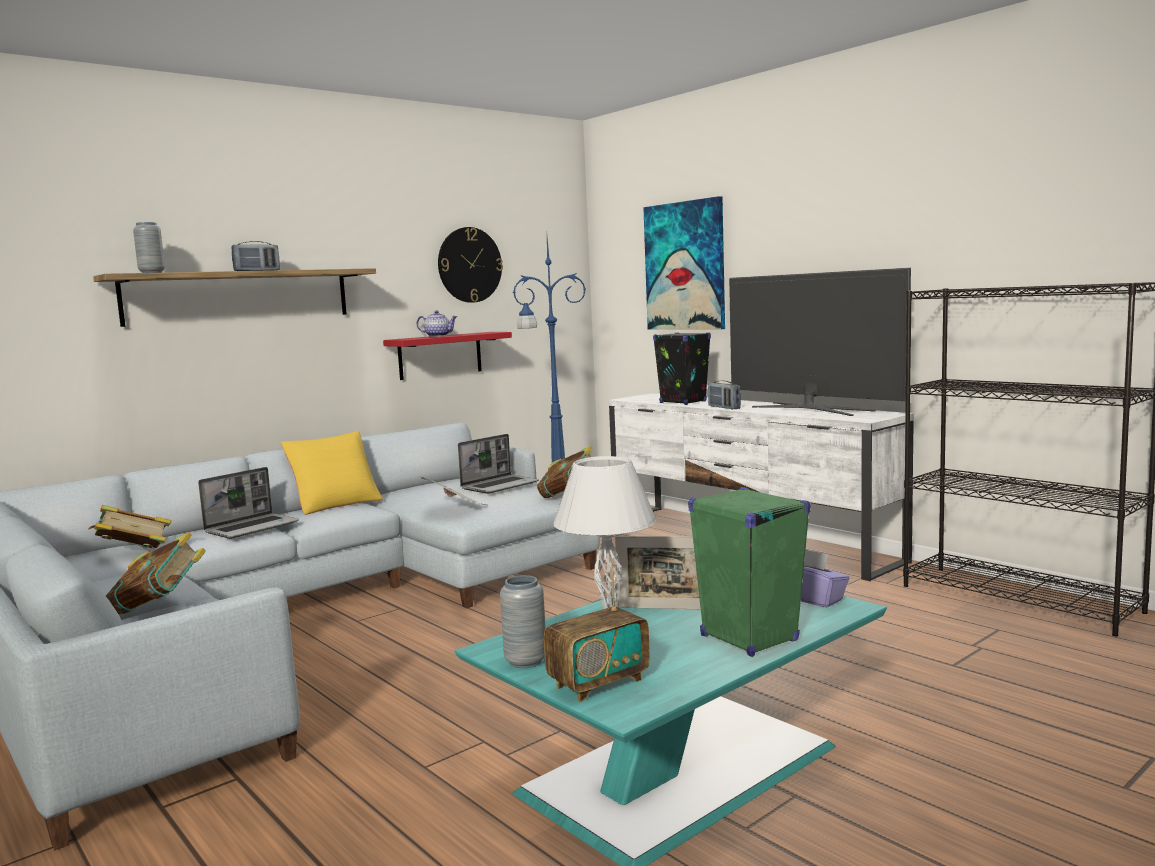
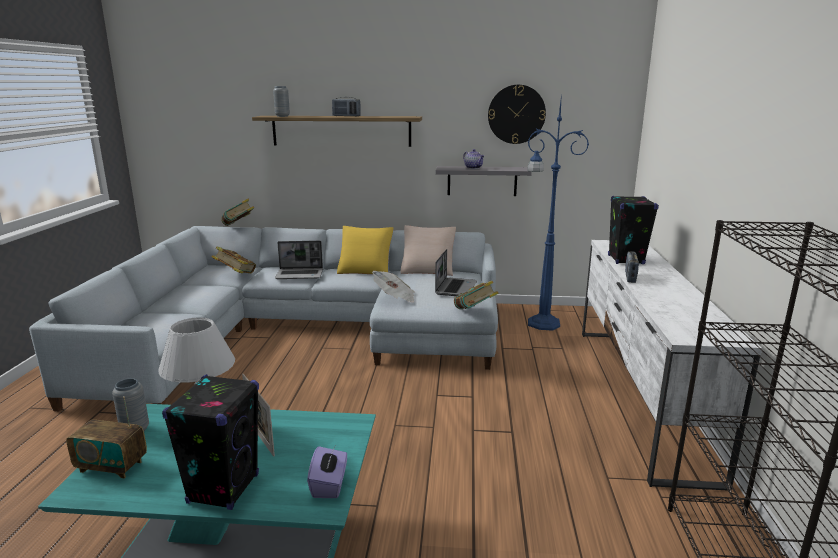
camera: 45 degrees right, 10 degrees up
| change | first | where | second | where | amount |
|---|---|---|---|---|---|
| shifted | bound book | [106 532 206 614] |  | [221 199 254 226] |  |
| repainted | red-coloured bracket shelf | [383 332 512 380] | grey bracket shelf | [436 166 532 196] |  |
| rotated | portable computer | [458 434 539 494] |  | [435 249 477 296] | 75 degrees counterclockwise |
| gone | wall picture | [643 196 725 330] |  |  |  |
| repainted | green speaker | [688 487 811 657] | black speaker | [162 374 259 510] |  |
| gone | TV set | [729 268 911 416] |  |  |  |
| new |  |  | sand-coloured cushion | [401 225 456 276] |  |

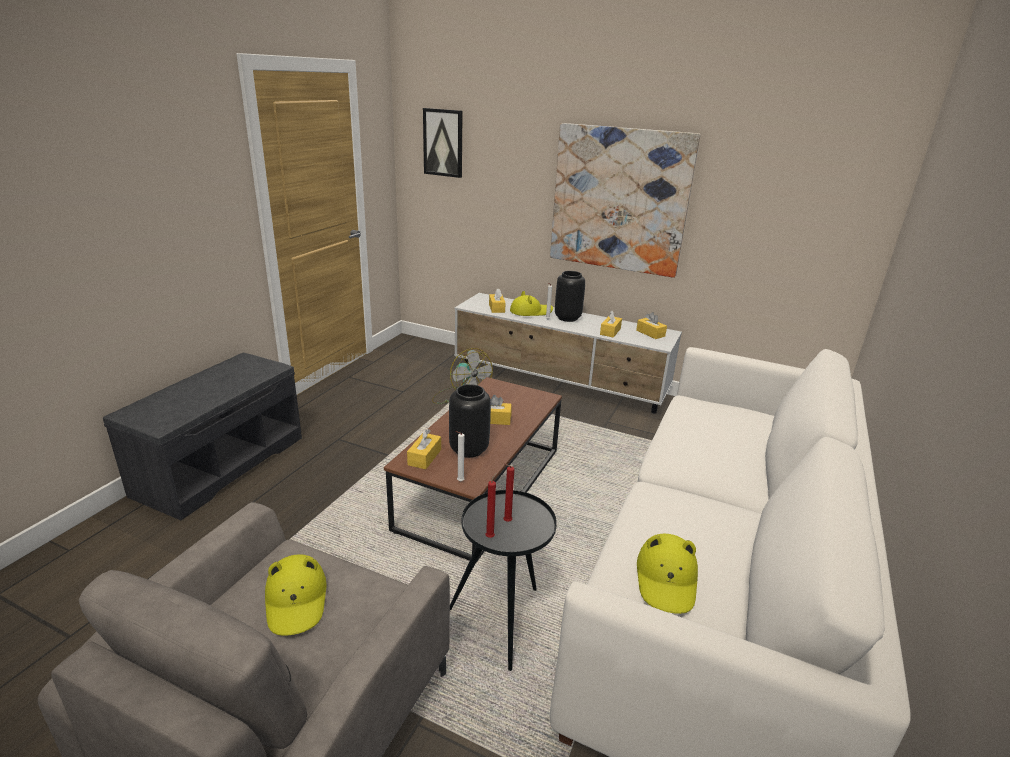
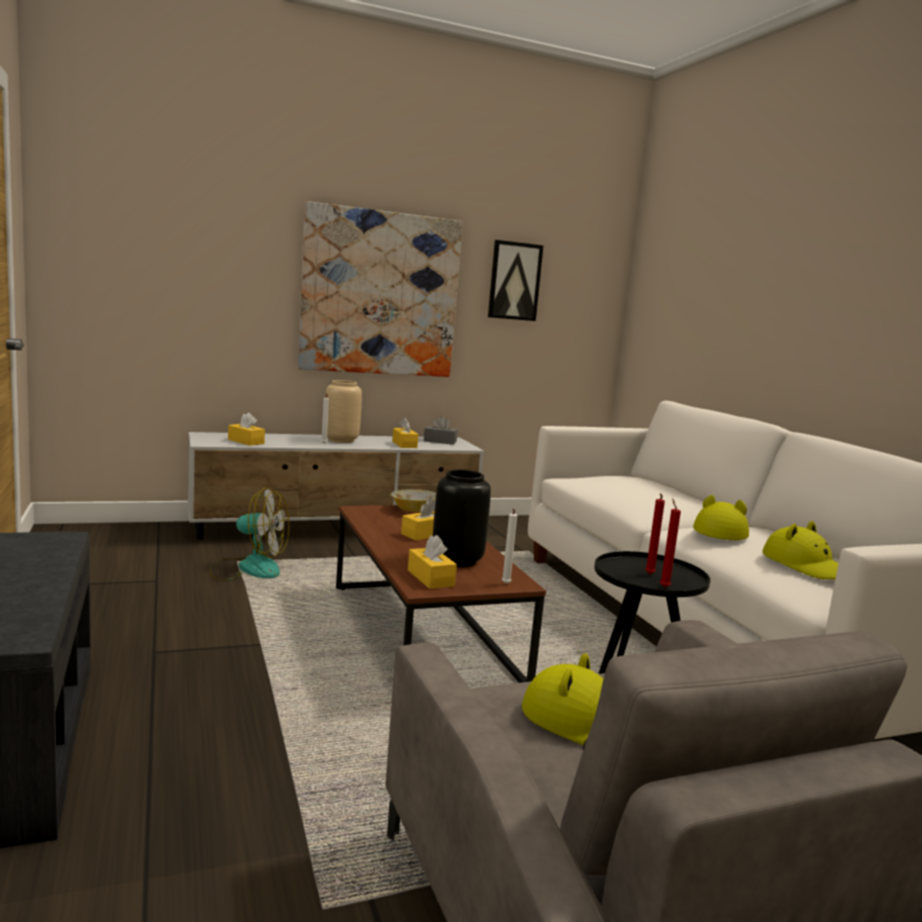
camera: 45 degrees left, 15 degrees down
| change | first | where | second | where | amount |
|---|---|---|---|---|---|
| shifted | wall picture | [423 108 463 178] |  | [488 240 544 321] |  |
| shifted | yellowish wearable hat | [510 291 553 316] |  | [693 495 749 540] |  |
| repainted | black decorative vase | [555 271 585 322] | sand-coloured decorative vase | [326 380 362 443] |  |
| repainted | yellowish box of tissues | [636 312 667 339] | grey box of tissues | [424 416 458 445] |  |
| new |  |  | bowl | [391 489 436 512] |  |

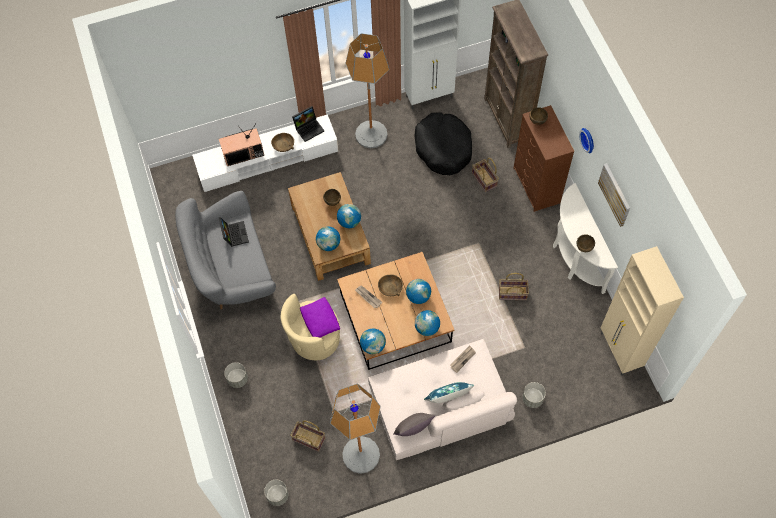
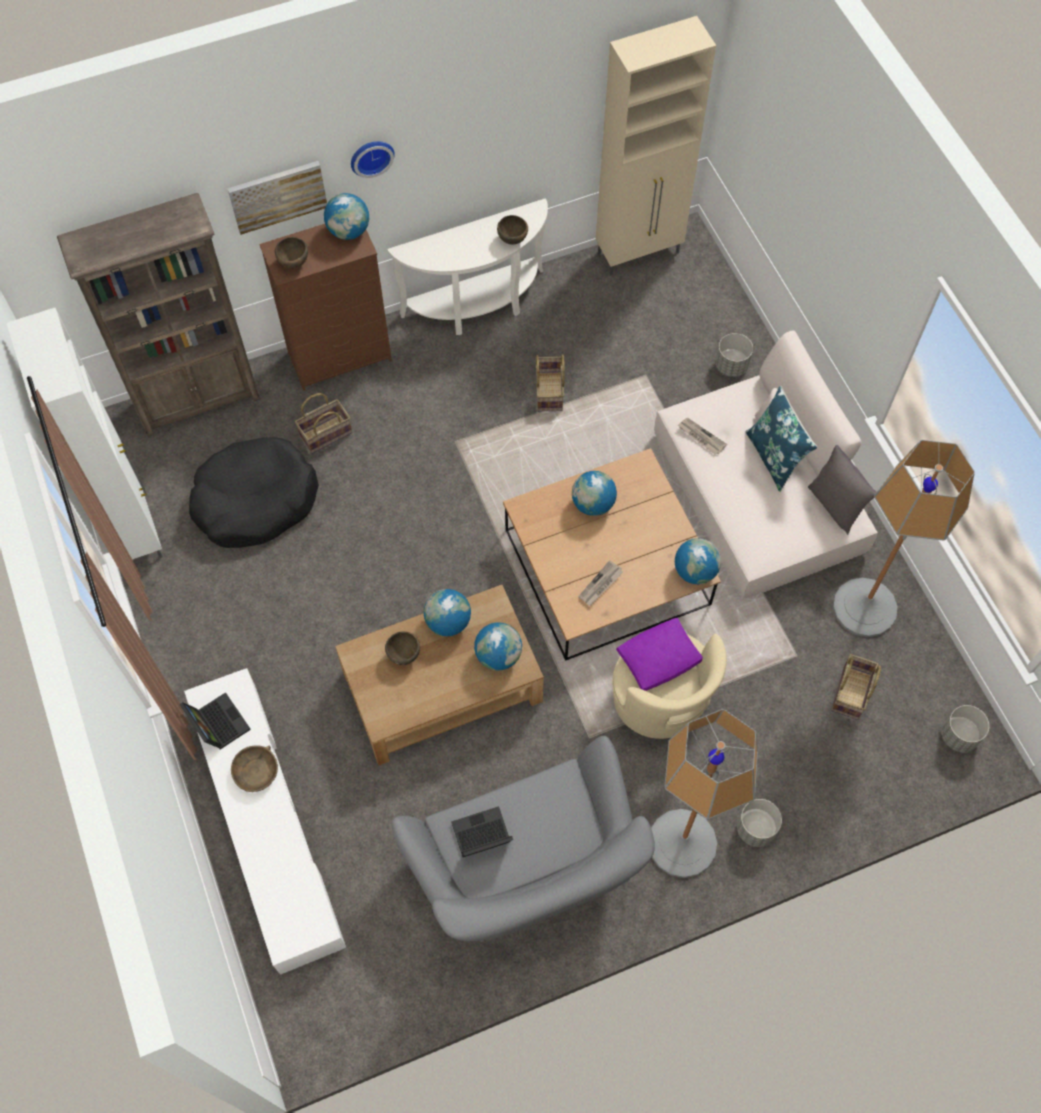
camera: 95 degrees left, 0 degrees up
| change | first | where | second | where | amount |
|---|---|---|---|---|---|
| gone | TV set | [219 122 264 166] |  |  |  |
| shifted | standard lamp | [345 33 390 148] |  | [651 709 758 878] |  |
| gone | brown bowl | [378 275 403 296] |  |  |  |
| shifted | globe | [415 310 440 336] |  | [324 193 369 240] |  |
| shifted | wall picture | [598 163 630 227] |  | [227 161 327 235] |  |

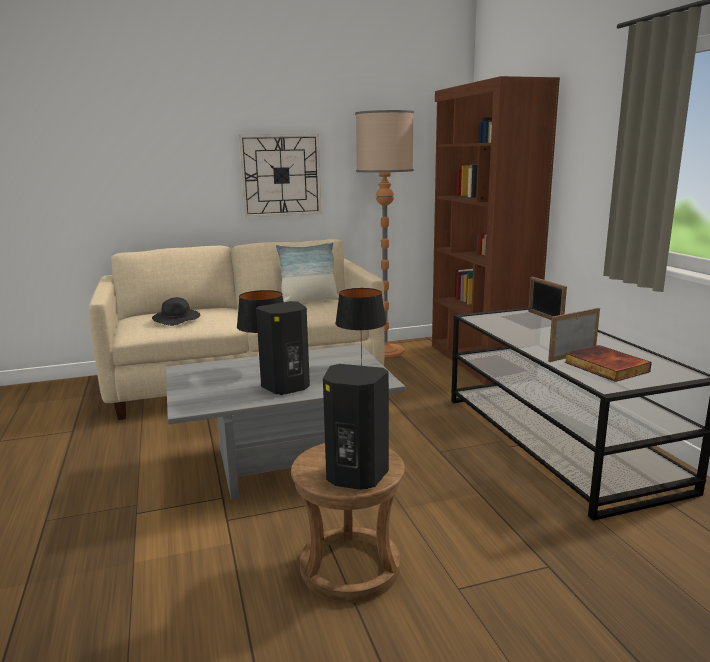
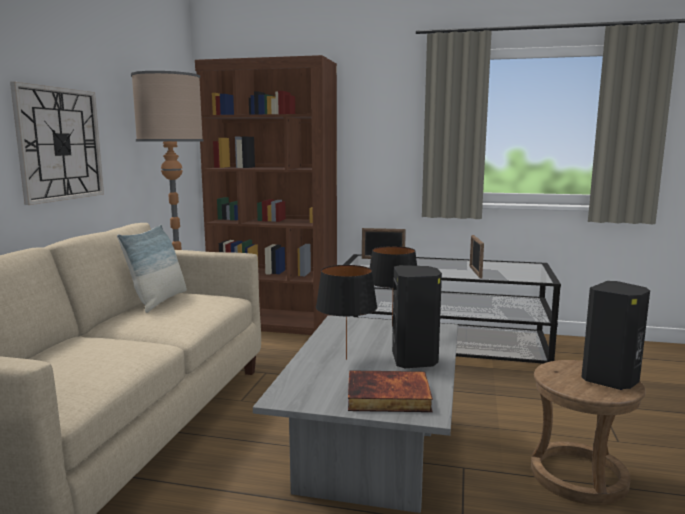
camera: 60 degrees left, 5 degrees down
| change | first | where | second | where | amount |
|---|---|---|---|---|---|
| gone | black wearable hat | [152 297 200 326] |  |  |  |
| shifted | bound book | [564 345 652 382] |  | [348 370 433 412] |  |

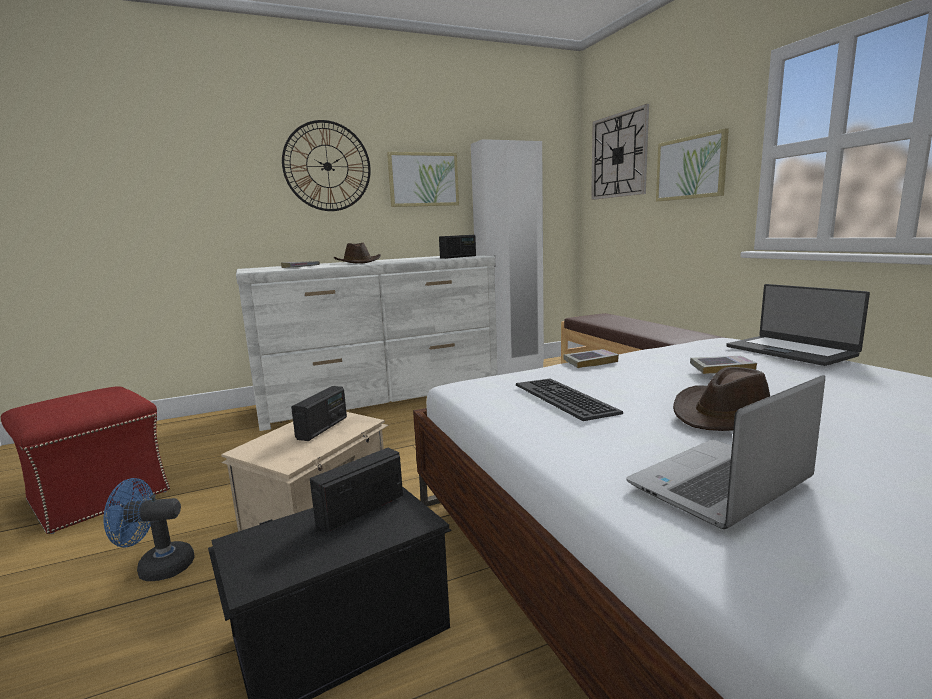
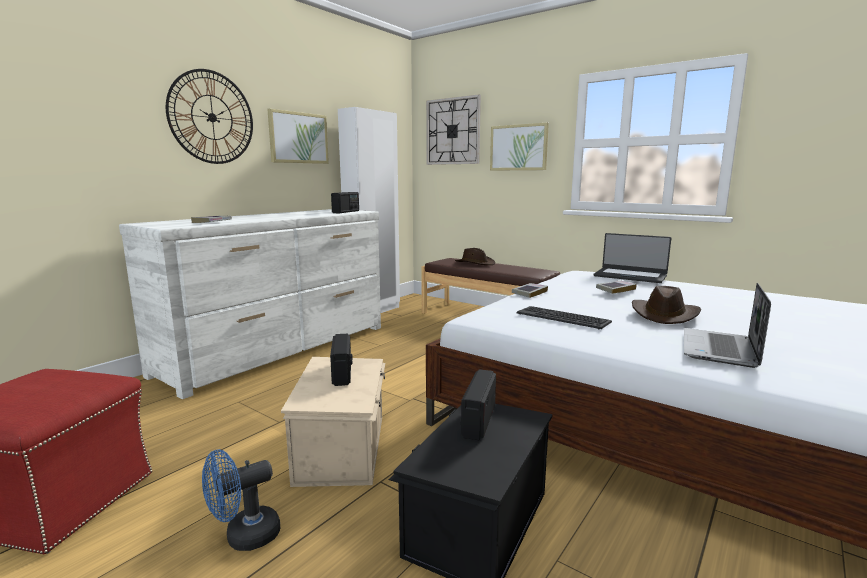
camera: 30 degrees left, 0 degrees up
| change | first | where | second | where | amount |
|---|---|---|---|---|---|
| shifted | brown wearable hat | [334 243 381 264] |  | [455 248 496 265] |  |

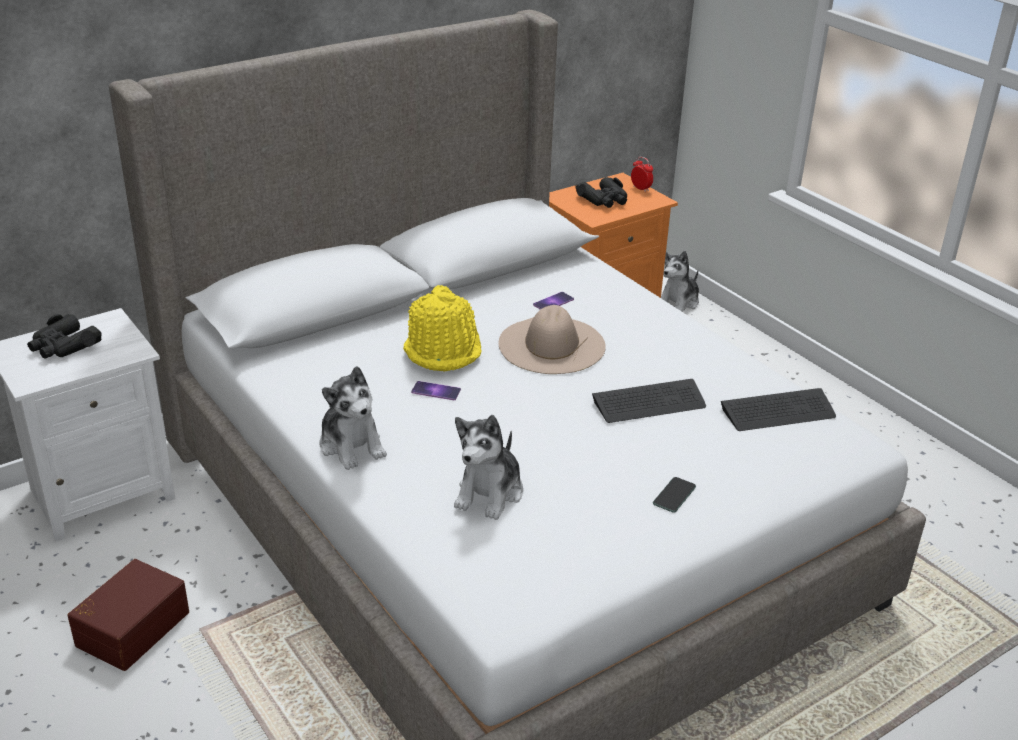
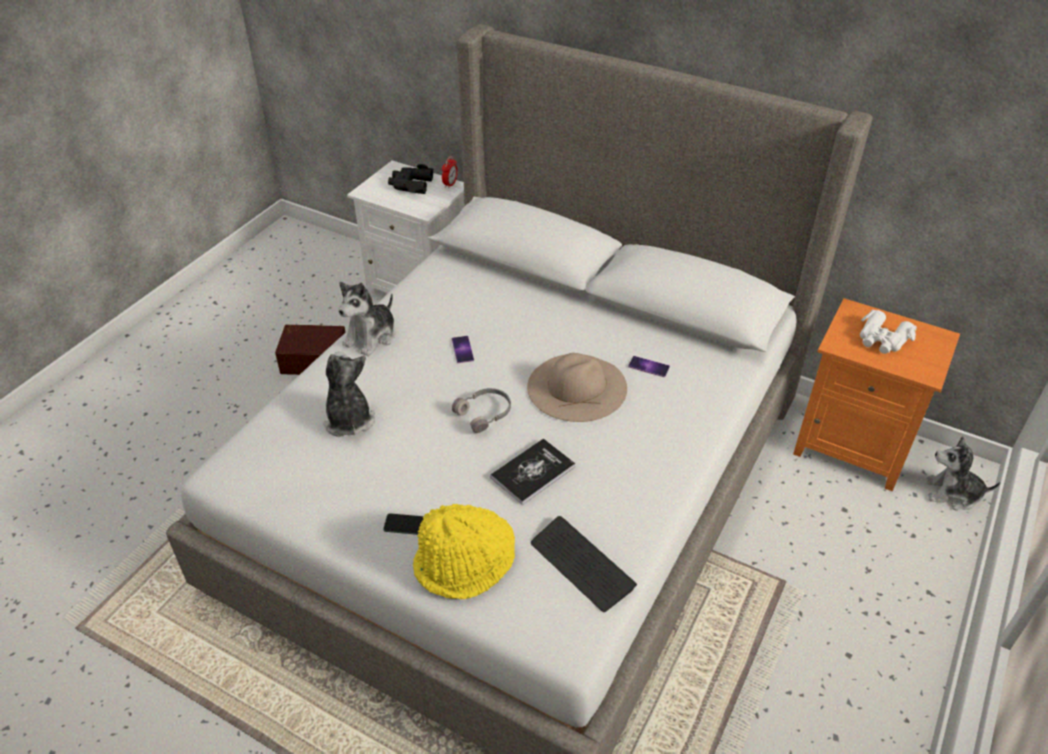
camera: 65 degrees right, 10 degrees up
| change | first | where | second | where | amount |
|---|---|---|---|---|---|
| shifted | yellowish wearable hat | [403 285 482 372] |  | [413 504 515 599] |  |
| rotated | cuddly toy | [454 415 523 520] |  | [323 352 375 437] | 75 degrees clockwise |
| repainted | black field glasses | [575 177 627 208] | whitish field glasses | [860 310 917 354] |  |
| swapped | PC keyboard | [592 379 706 423] | bound book | [490 438 575 505] |  |
| shifted | table clock | [631 157 653 192] |  | [442 156 458 188] |  |
| new |  |  | grey pair of headphones | [452 388 511 433] |  |

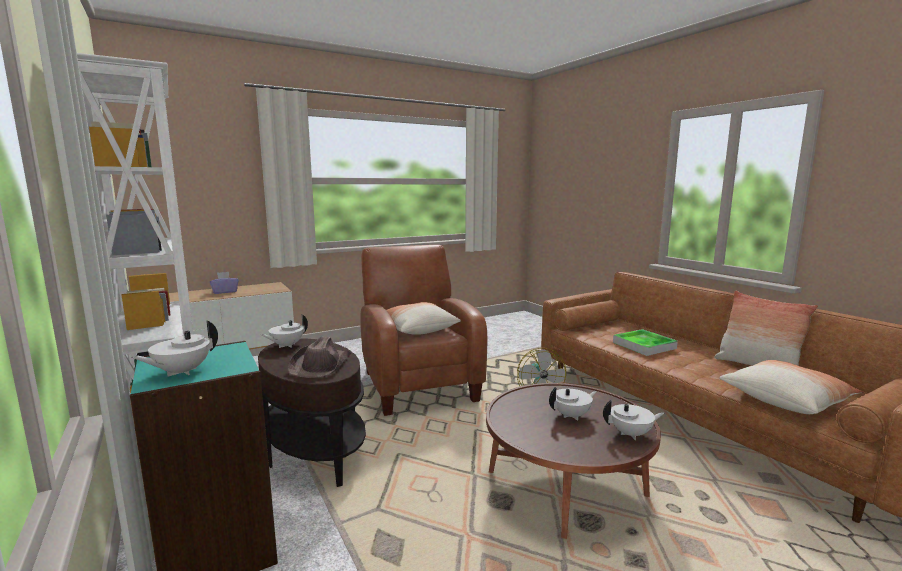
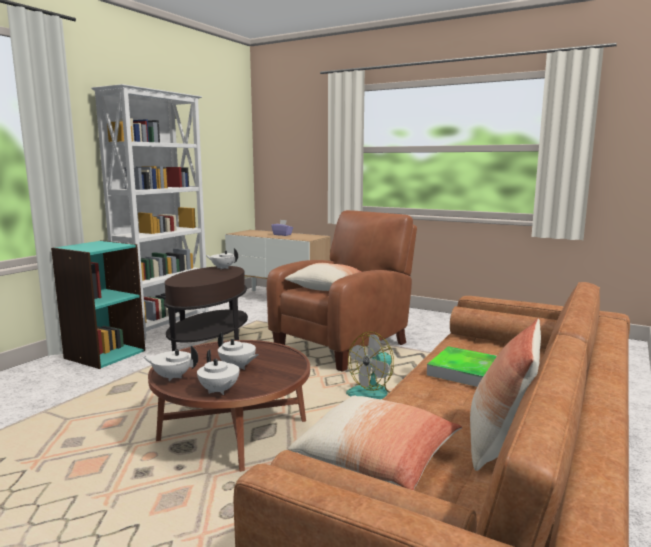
camera: 60 degrees right, 0 degrees up
| change | first | where | second | where | amount |
|---|---|---|---|---|---|
| shifted | whitish teapot | [132 320 218 377] |  | [142 345 198 381] |  |
| gone | brown wearable hat | [287 336 351 378] |  |  |  |

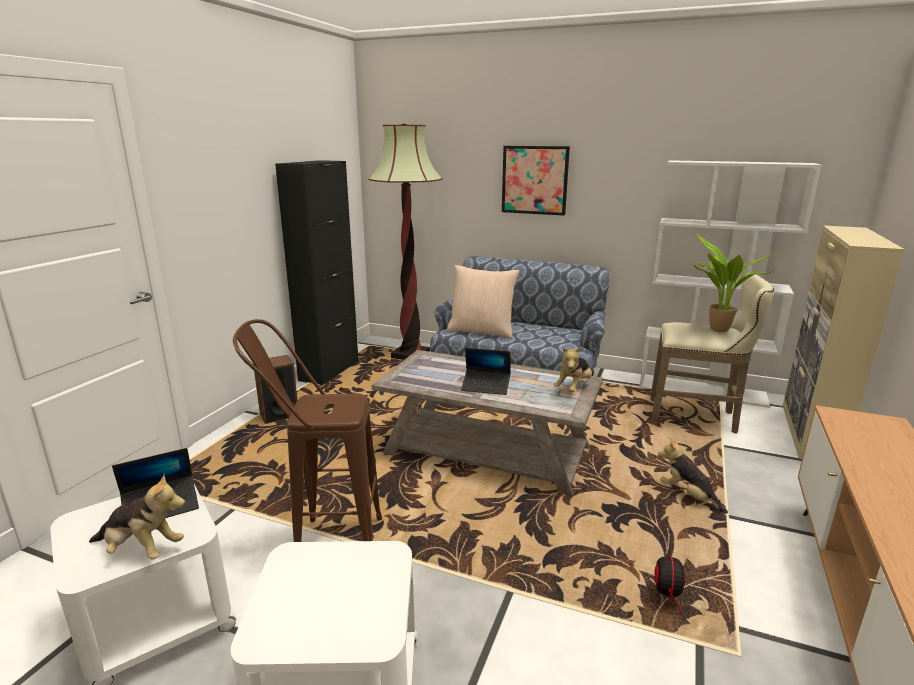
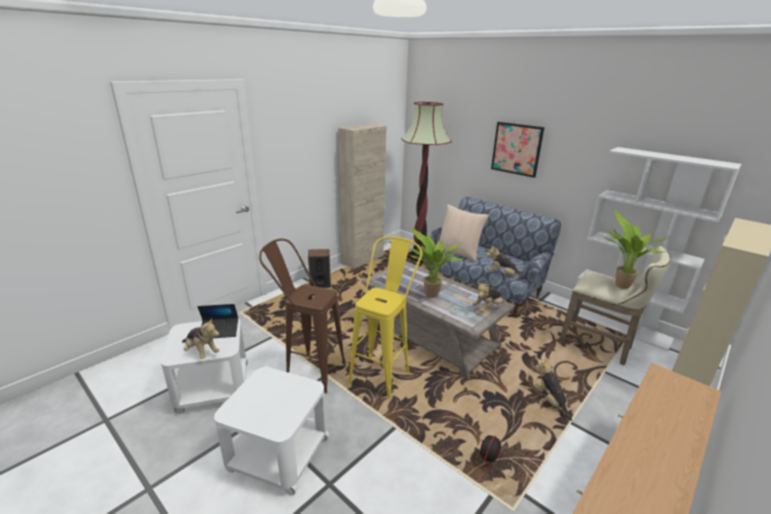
camera: 20 degrees right, 5 degrees up
| change | first | where | second | where | amount |
|---|---|---|---|---|---|
| repainted | black cupboard | [275 160 359 385] | sand-coloured cupboard | [338 124 386 269] |  |
| swapped | portable computer | [461 348 511 395] | houseplant | [409 227 462 298] |  |
| new |  |  | yellowish stool seat | [348 237 422 399] |  |
| new |  |  | cuddly toy | [486 245 525 279] |  |

